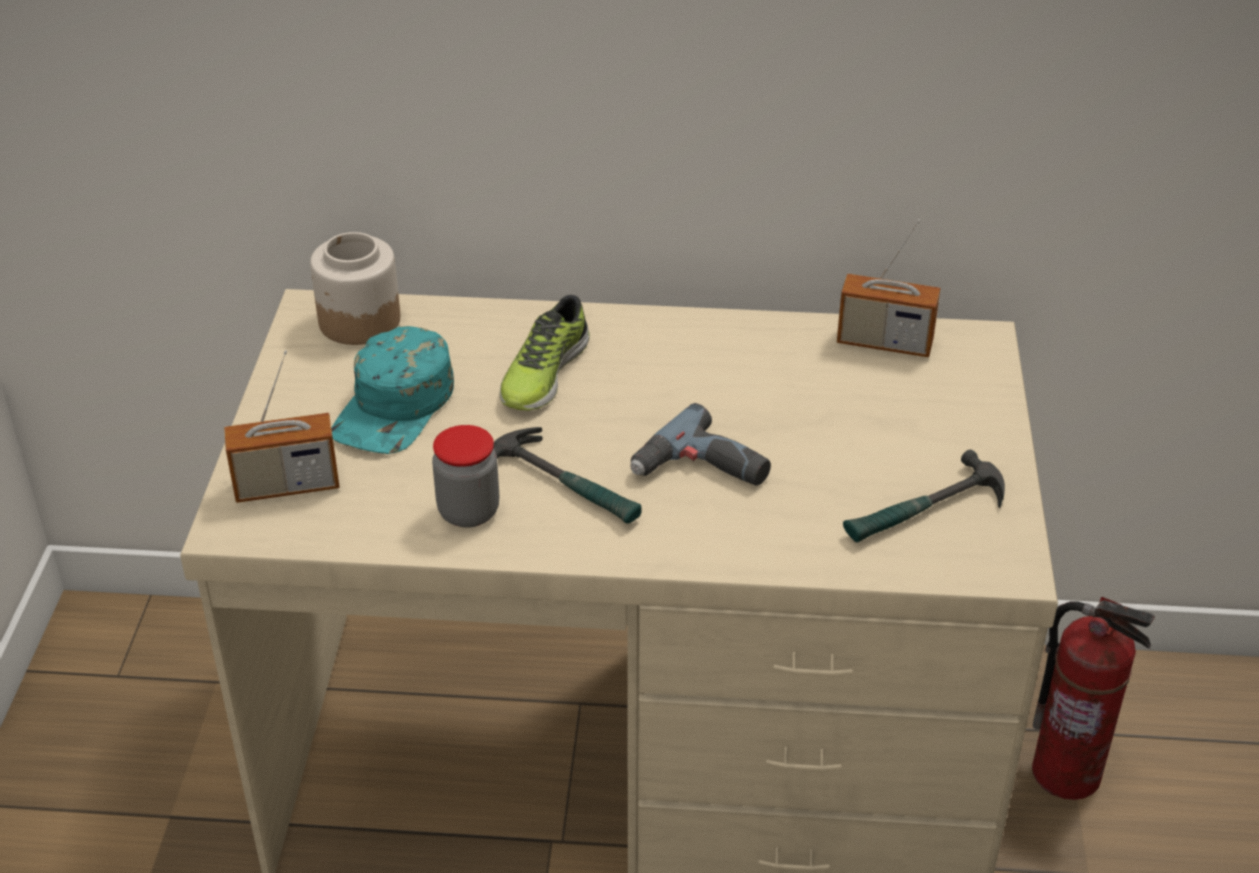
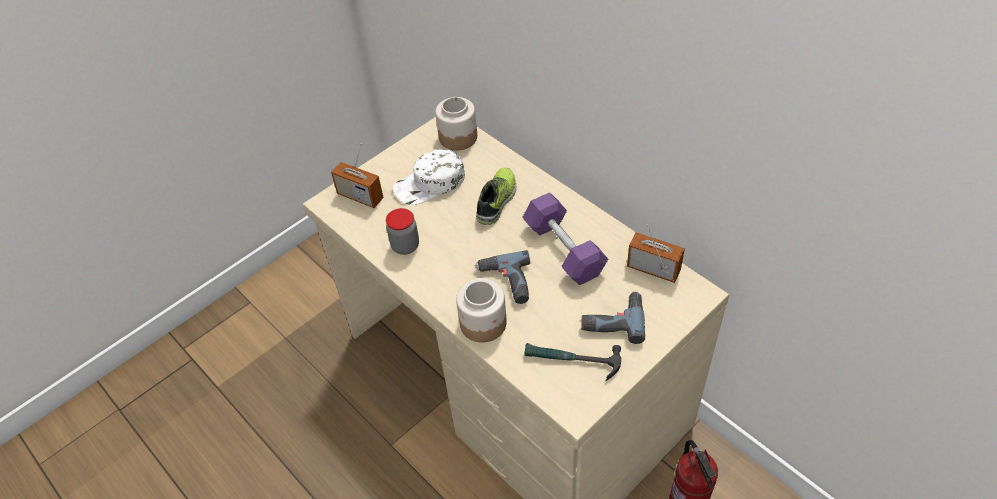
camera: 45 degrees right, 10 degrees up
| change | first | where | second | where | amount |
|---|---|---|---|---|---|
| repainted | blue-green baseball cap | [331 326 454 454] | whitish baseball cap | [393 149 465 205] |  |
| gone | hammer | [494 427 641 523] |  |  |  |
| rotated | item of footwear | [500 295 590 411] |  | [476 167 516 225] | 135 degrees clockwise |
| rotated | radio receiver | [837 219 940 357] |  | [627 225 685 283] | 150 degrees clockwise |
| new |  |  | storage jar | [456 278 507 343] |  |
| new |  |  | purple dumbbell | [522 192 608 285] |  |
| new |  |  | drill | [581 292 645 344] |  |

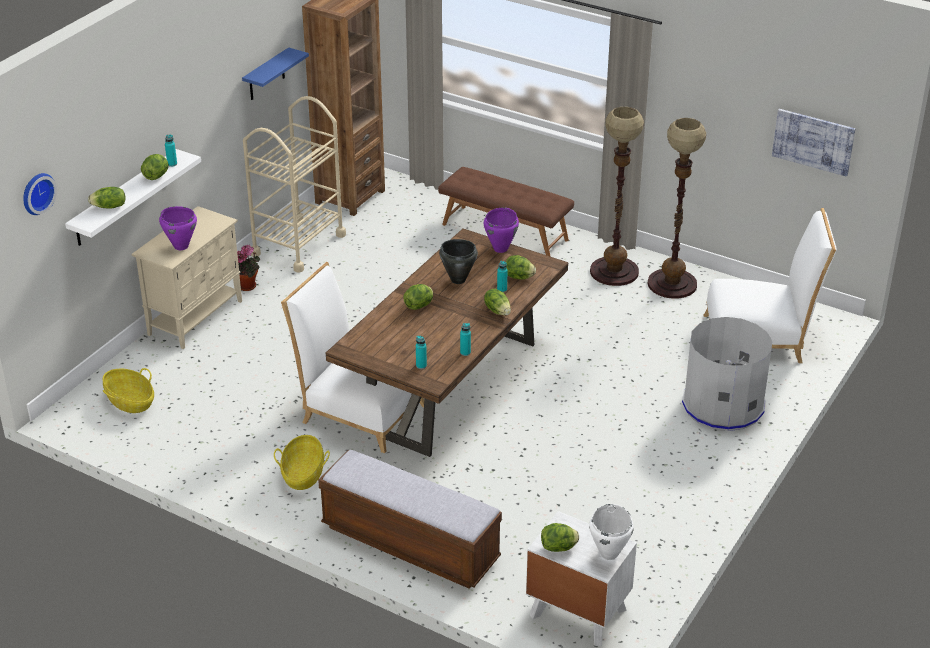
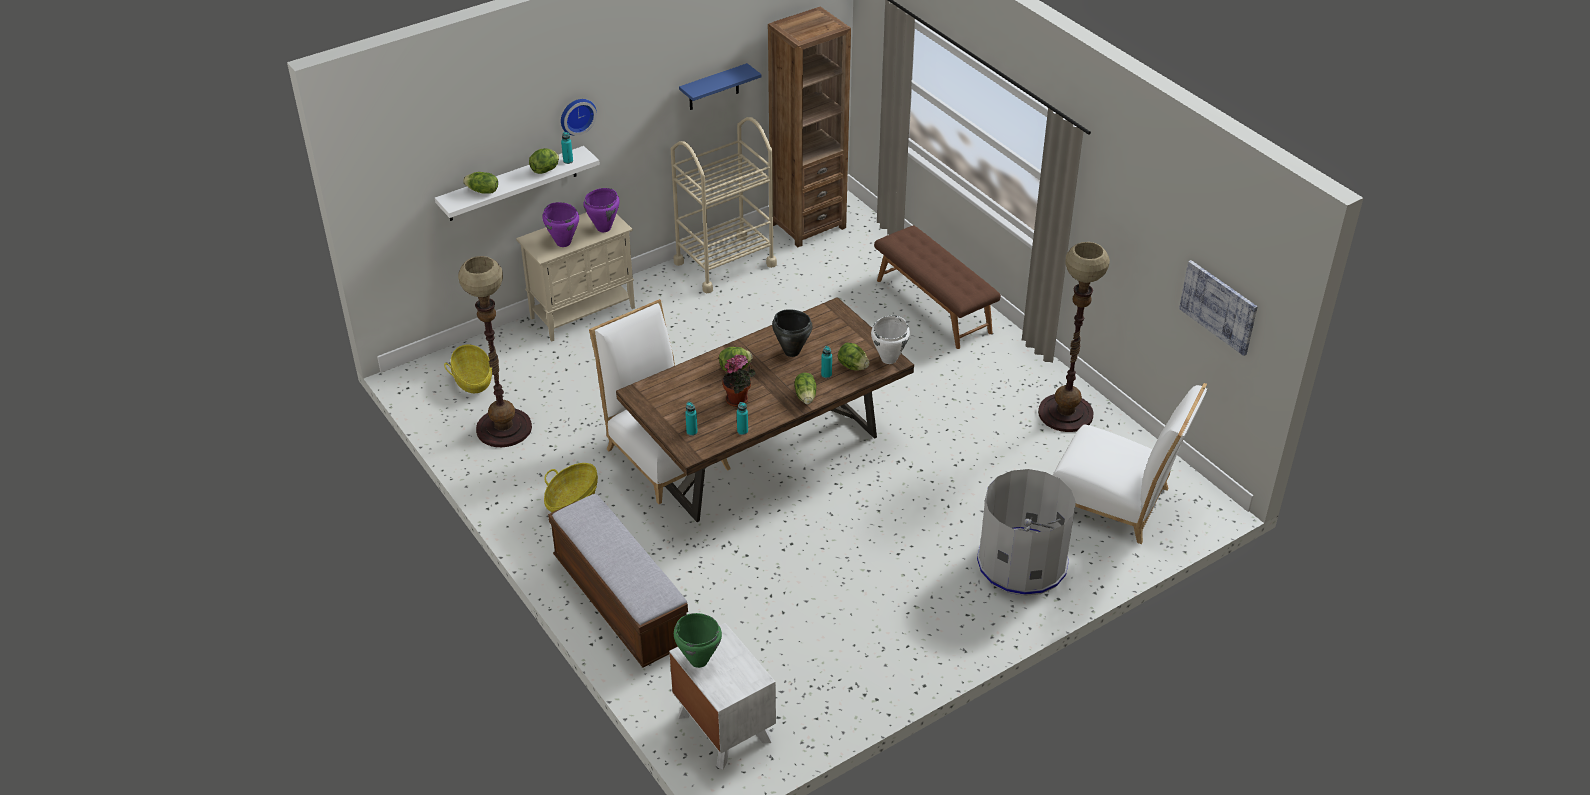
camera: 25 degrees right, 5 degrees up
| change | first | where | second | where | amount |
|---|---|---|---|---|---|
| shifted | clock on the wall | [23 173 57 215] |  | [561 99 597 136] |  |
| shifted | houseplant | [237 245 260 291] |  | [722 354 756 407] |  |
| shifted | purple saucepot | [484 207 519 253] |  | [583 188 619 232] |  |
| swapped | lettuce | [541 523 579 552] | green saucepot | [674 613 722 668] |  |
| shifted | whitish saucepot | [589 504 634 560] |  | [871 315 910 364] |  |
| shifted | standard lamp | [590 107 644 286] |  | [458 256 532 447] |  |

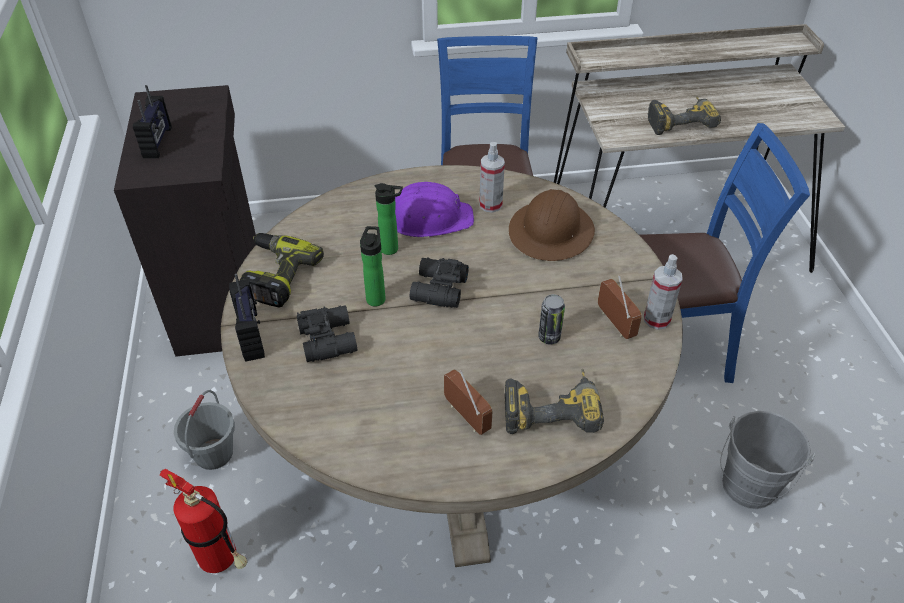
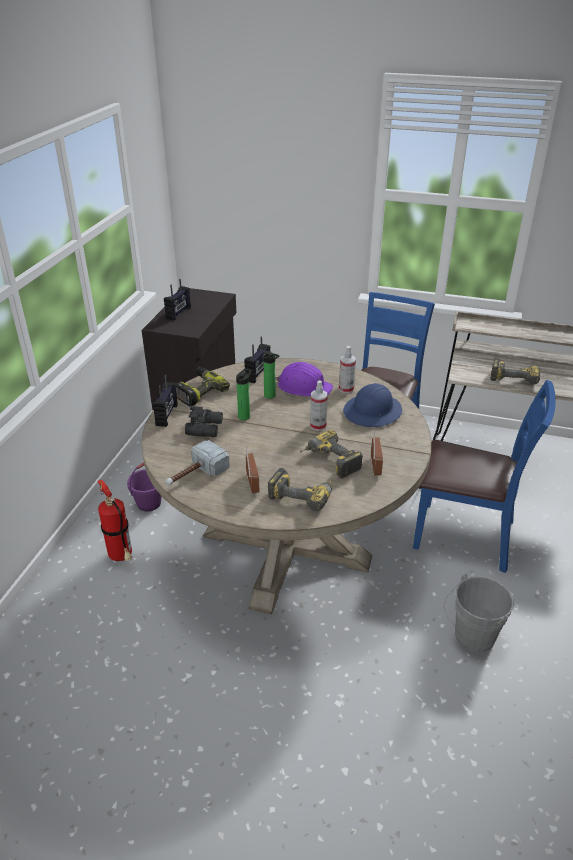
camera: 25 degrees right, 10 degrees down
| change | first | where | second | where | amount |
|---|---|---|---|---|---|
| repainted | grey water bucket | [174 390 235 470] | purple water bucket | [127 462 162 511] |  |
| gone | black field glasses | [410 258 469 308] |  |  |  |
| repainted | brown safety helmet | [509 189 595 261] | blue safety helmet | [343 383 402 427] |  |
| swapped | metal can | [538 294 565 344] | drill | [300 430 363 478] |  |
| shifted | hand sprayer | [644 254 683 330] |  | [310 380 328 431] |  |
| new |  |  | hammer | [165 440 230 486] |  |
| new |  |  | radio receiver | [244 336 270 383] |  |

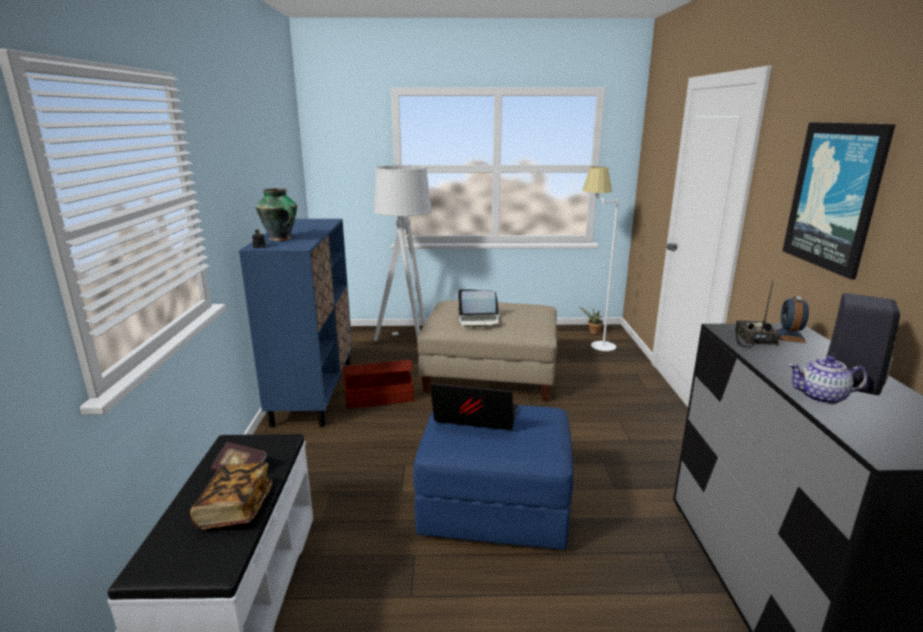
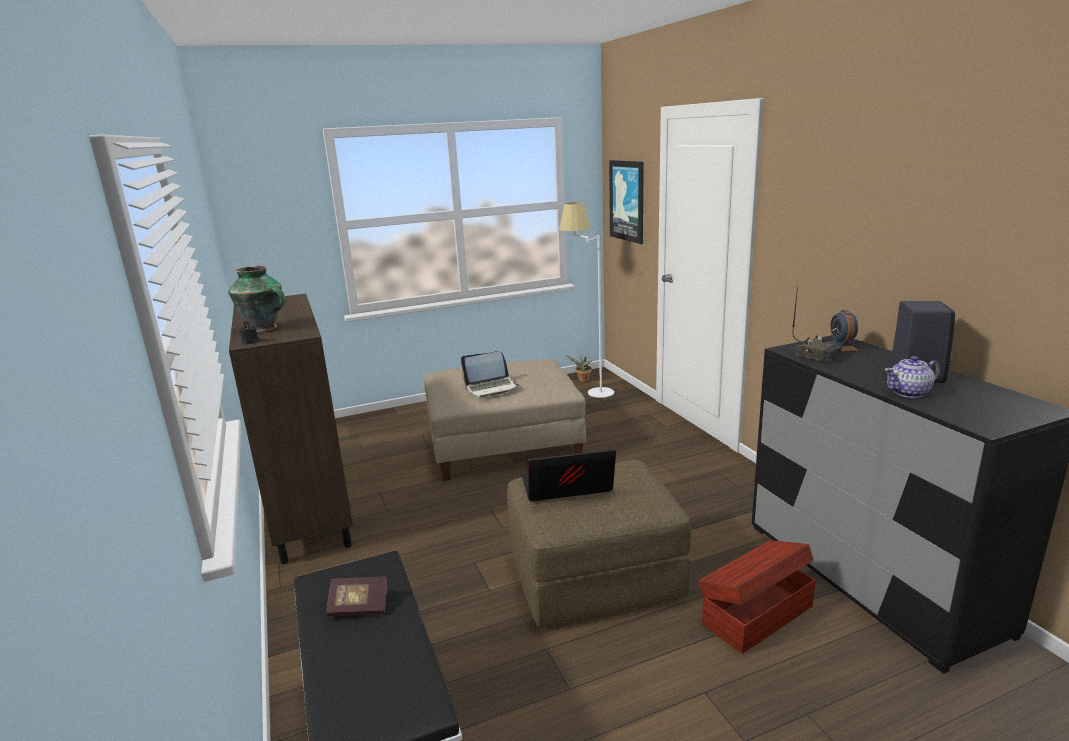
camera: 20 degrees left, 0 degrees up
| change | first | where | second | where | amount |
|---|---|---|---|---|---|
| gone | bound book | [190 462 273 530] |  |  |  |
| repainted | blue cupboard | [239 219 352 427] | brown cupboard | [229 294 353 564] |  |
| shifted | brown storage container | [343 360 414 409] |  | [699 541 816 654] |  |
| gone | grey standard lamp | [374 165 432 341] |  |  |  |
| repainted | blue pouffe | [413 405 573 550] | brown pouffe | [507 460 691 627] |  |
| rotated | radio receiver | [735 280 781 348] |  | [792 286 842 363] | 150 degrees clockwise |
| shifted | wall picture | [782 122 896 280] |  | [609 160 644 244] |  |

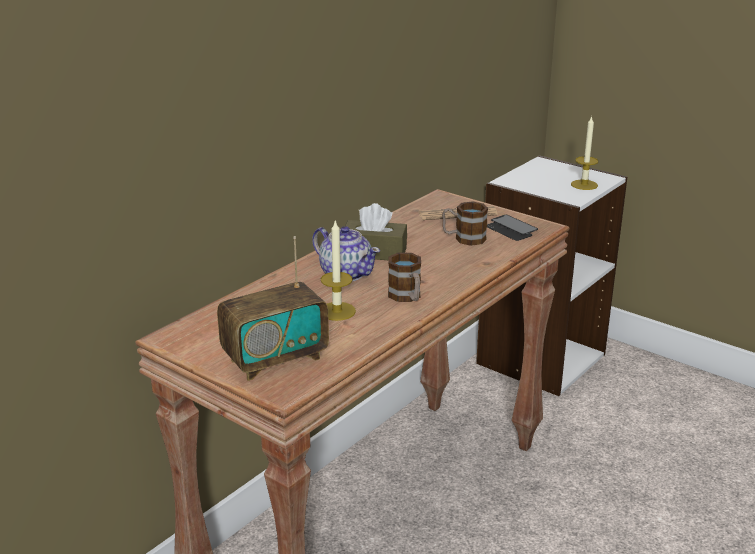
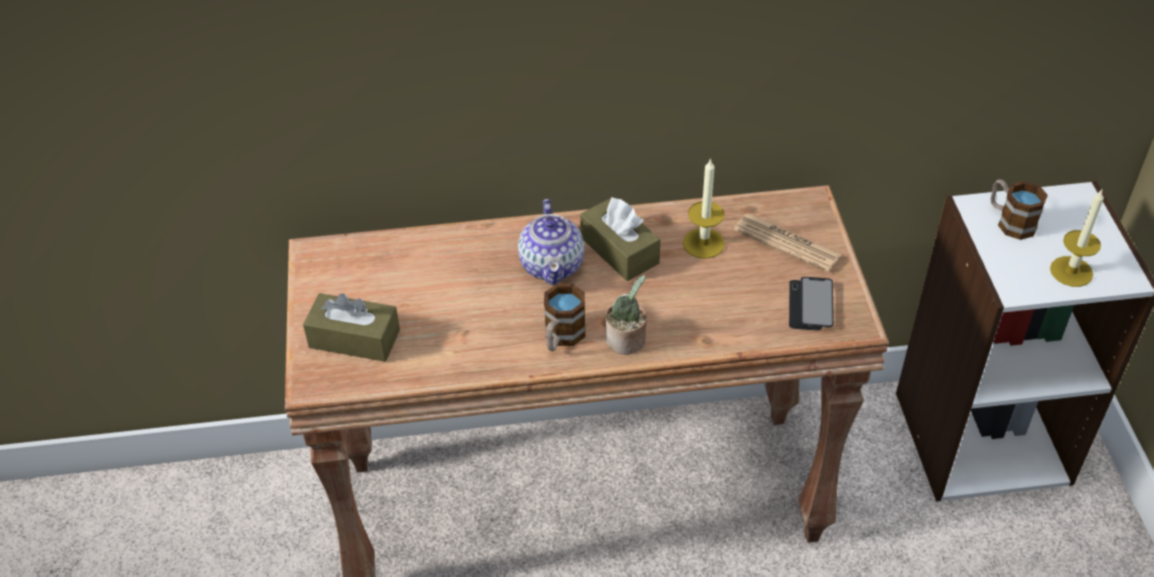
camera: 45 degrees right, 20 degrees up
| change | first | where | second | where | amount |
|---|---|---|---|---|---|
| swapped | radio receiver | [217 236 329 381] | brown box of tissues | [303 293 400 362] |  |
| shifted | wax candle | [321 219 356 321] |  | [683 158 725 259] |  |
| shifted | mug | [442 201 488 246] |  | [990 179 1048 240] |  |
| new |  |  | houseplant | [605 275 647 355] |  |

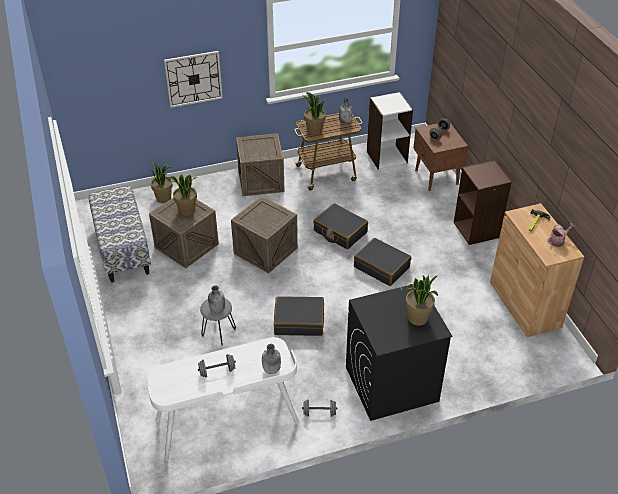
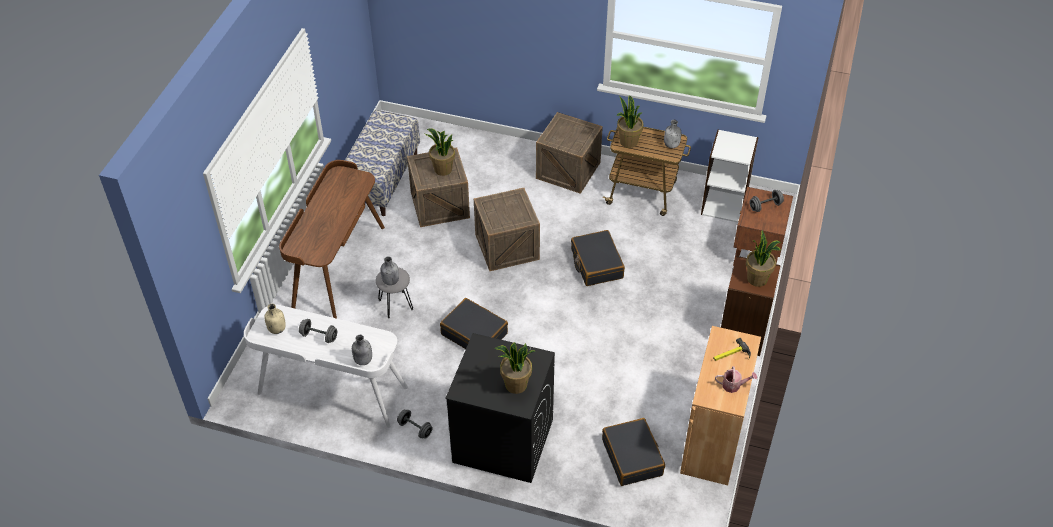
camera: 35 degrees right, 5 degrees up
| change | first | where | second | where | amount |
|---|---|---|---|---|---|
| shifted | houseplant | [150 162 173 203] |  | [746 230 781 287] |  |
| gone | clock on the wall | [164 51 223 108] |  |  |  |
| shifted | black piece of luggage | [354 238 411 286] |  | [602 418 665 486] |  |
| new |  |  | sand-coloured beverage bottle | [265 304 286 334] |  |
| new |  |  | brown desk unit | [279 160 385 319] |  |

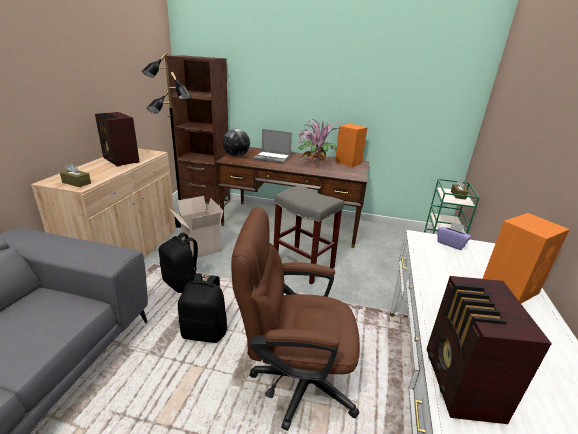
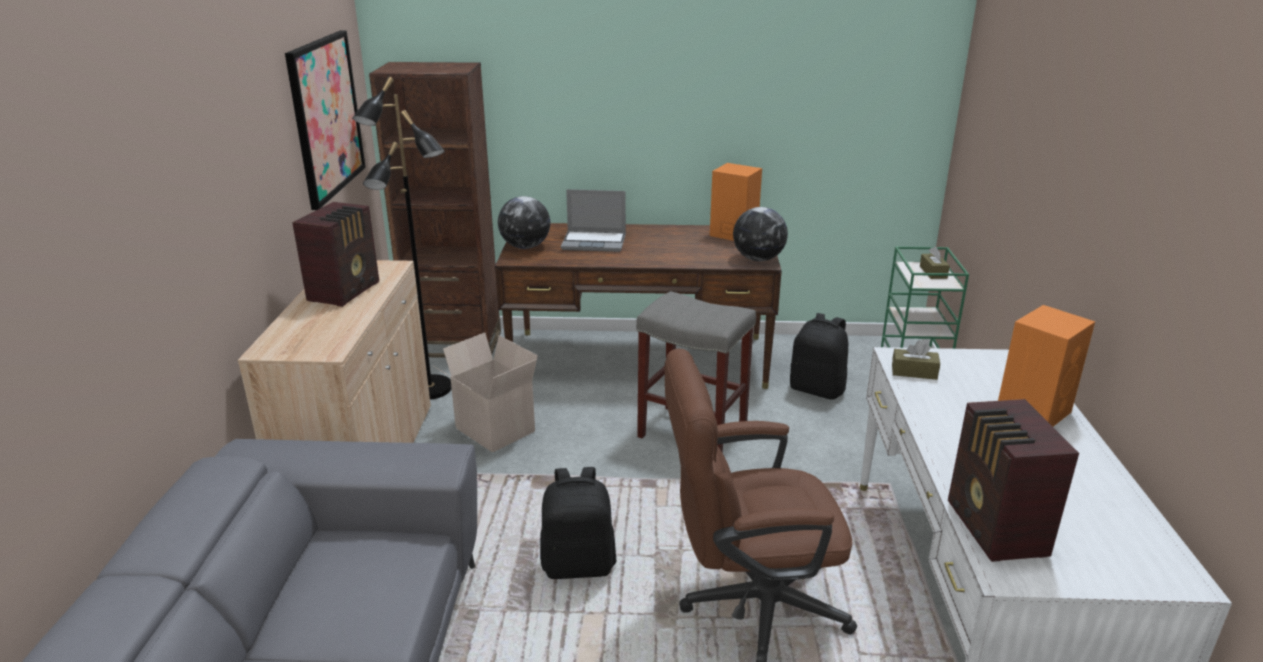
camera: 10 degrees left, 0 degrees up
| change | first | where | second | where | amount |
|---|---|---|---|---|---|
| shifted | brown box of tissues | [60 163 91 187] |  | [892 340 940 380] |  |
| rotated | radio receiver | [95 112 140 167] |  | [292 202 379 307] | 105 degrees counterclockwise |
| shifted | black backpack | [159 233 205 293] |  | [790 313 848 400] |  |
| gone | houseplant | [298 119 341 166] |  |  |  |
| gone | purple box of tissues | [437 222 471 250] |  |  |  |
| new |  |  | wall picture | [285 30 366 210] |  |
| new |  |  | globe | [733 207 788 261] |  |

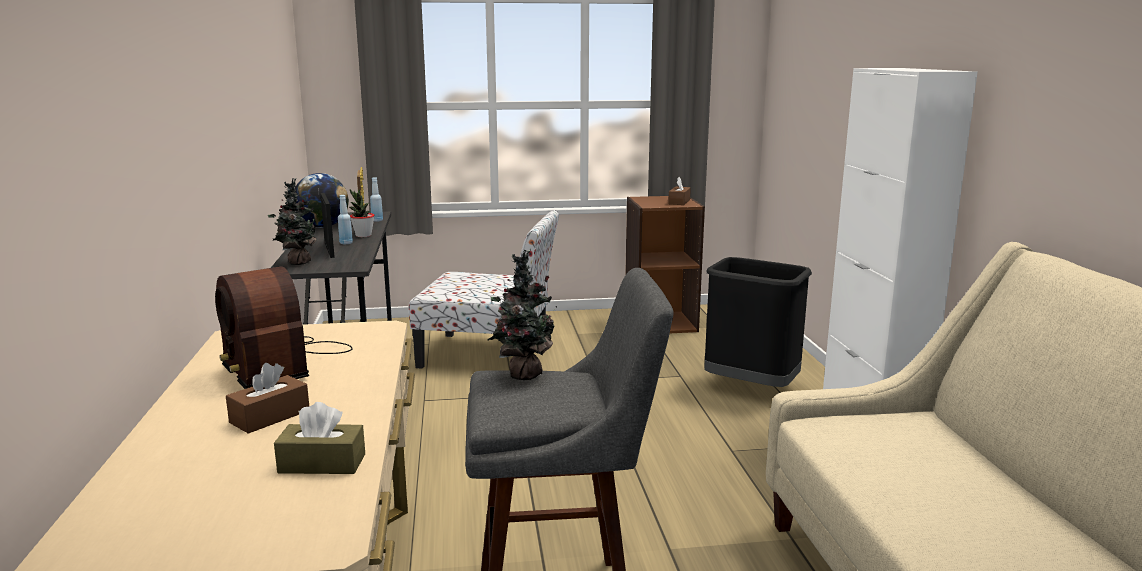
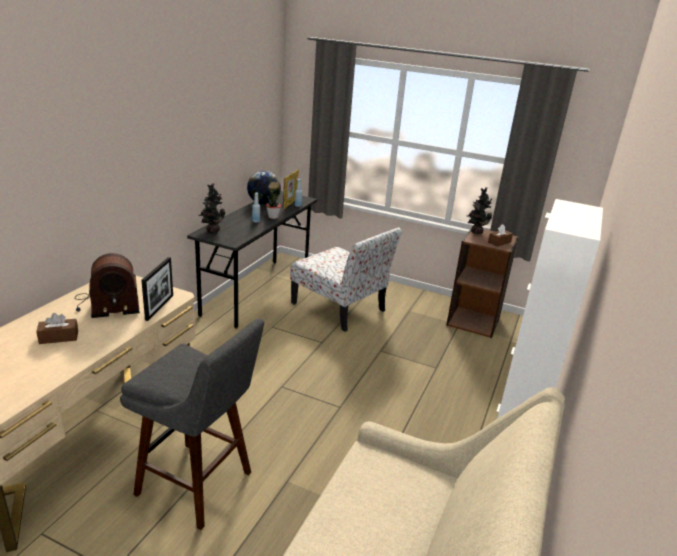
camera: 30 degrees right, 10 degrees up
| change | first | where | second | where | amount |
|---|---|---|---|---|---|
| rotated | radio receiver | [215 266 353 389] |  | [75 253 140 318] | 105 degrees counterclockwise |
| gone | brown box of tissues | [274 402 365 474] |  |  |  |
| shifted | standing frame | [320 193 335 258] |  | [141 257 173 321] |  |
| shifted | houseplant | [488 249 557 380] |  | [468 188 492 234] |  |
| gone | black rubbish bin | [704 257 812 387] |  |  |  |

